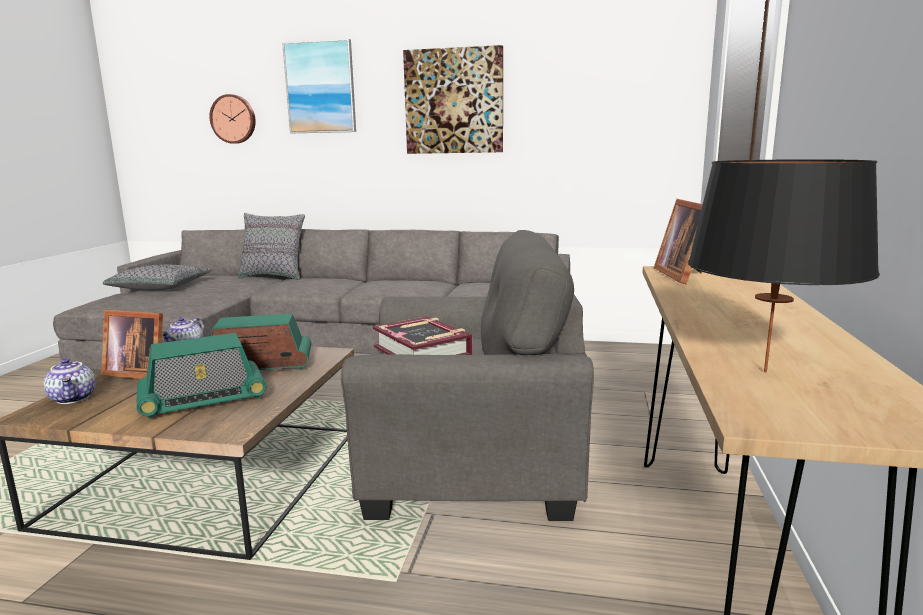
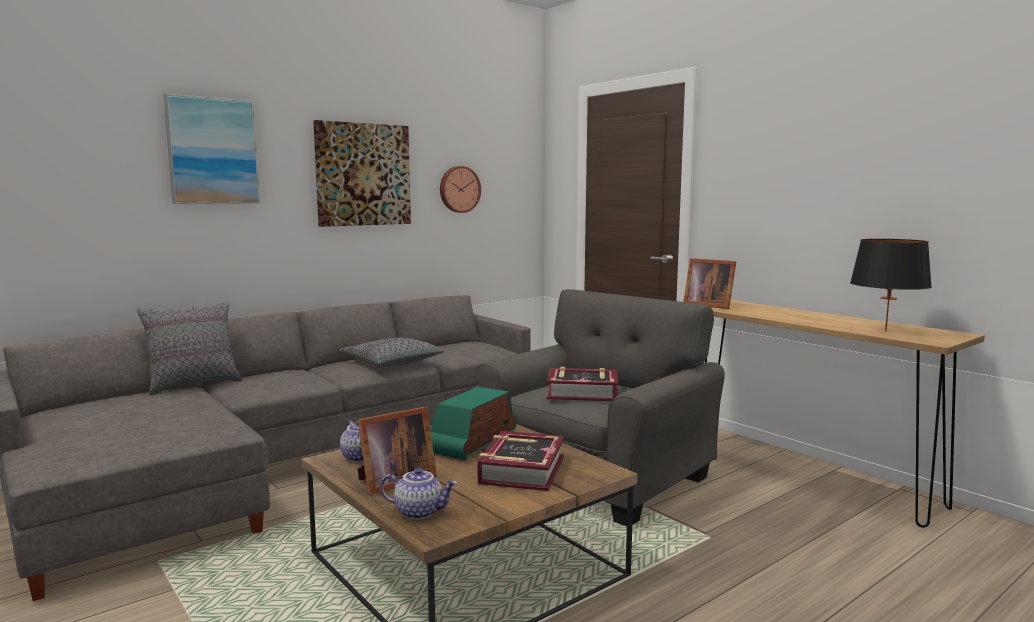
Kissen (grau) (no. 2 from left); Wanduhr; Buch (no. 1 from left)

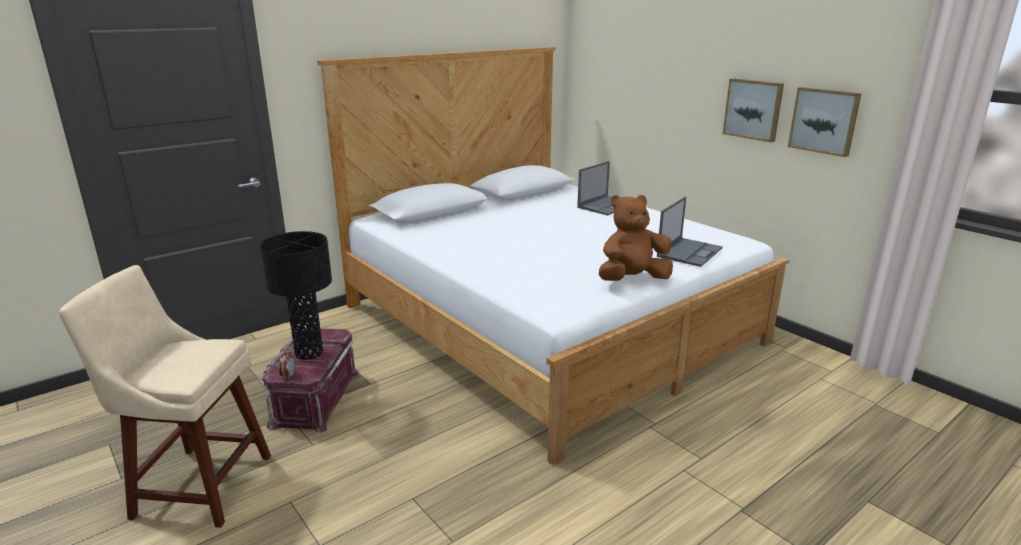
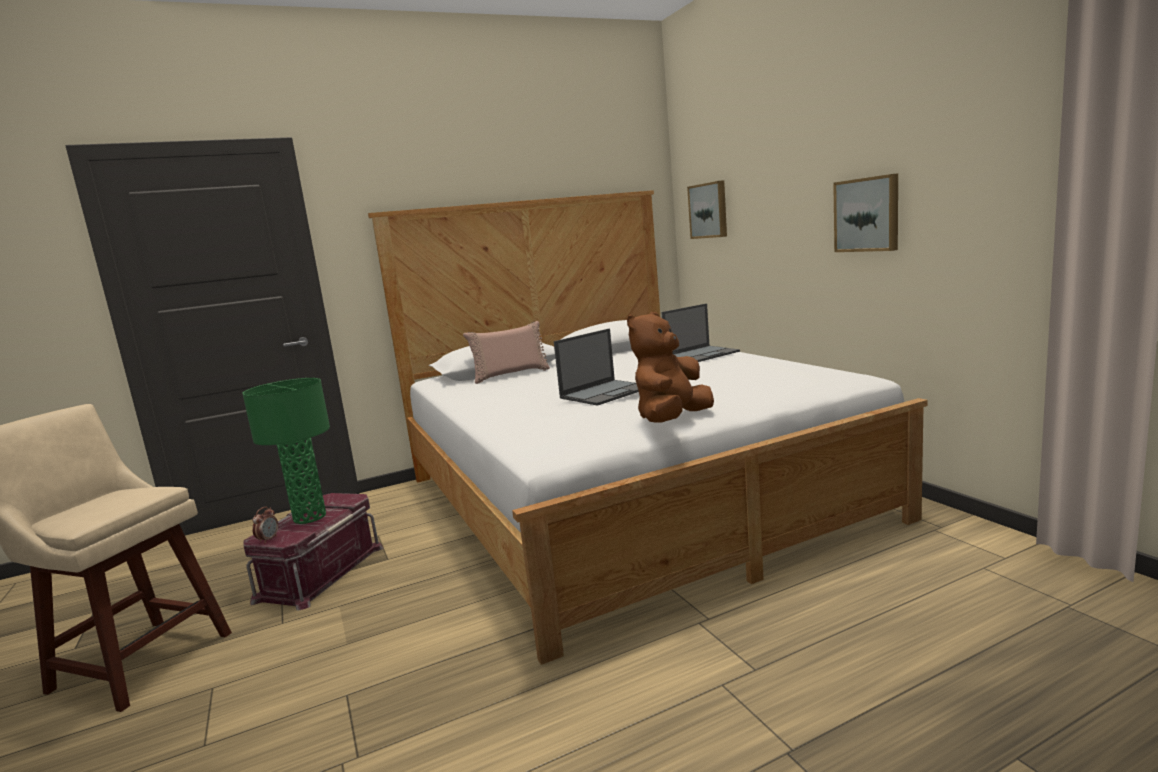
Kissen (beige); Laptop (no. 1 from left); Bild (no. 1 from left); Tischlampe (grün); Plüschtier (braun)

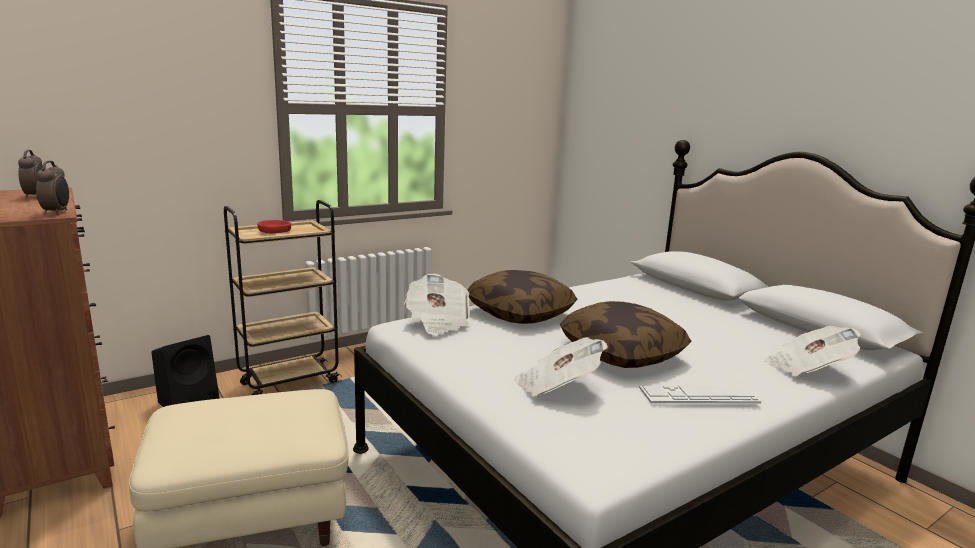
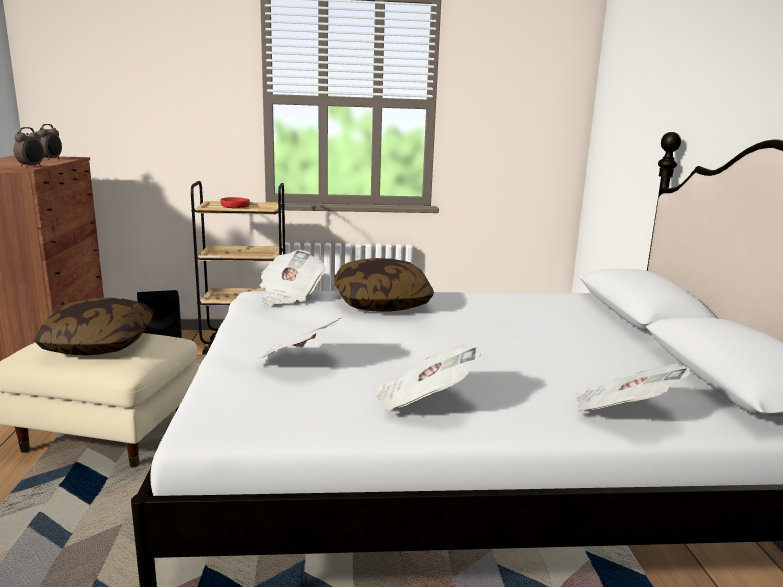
Kissen (no. 1 from left); Zeitung (no. 3 from left)

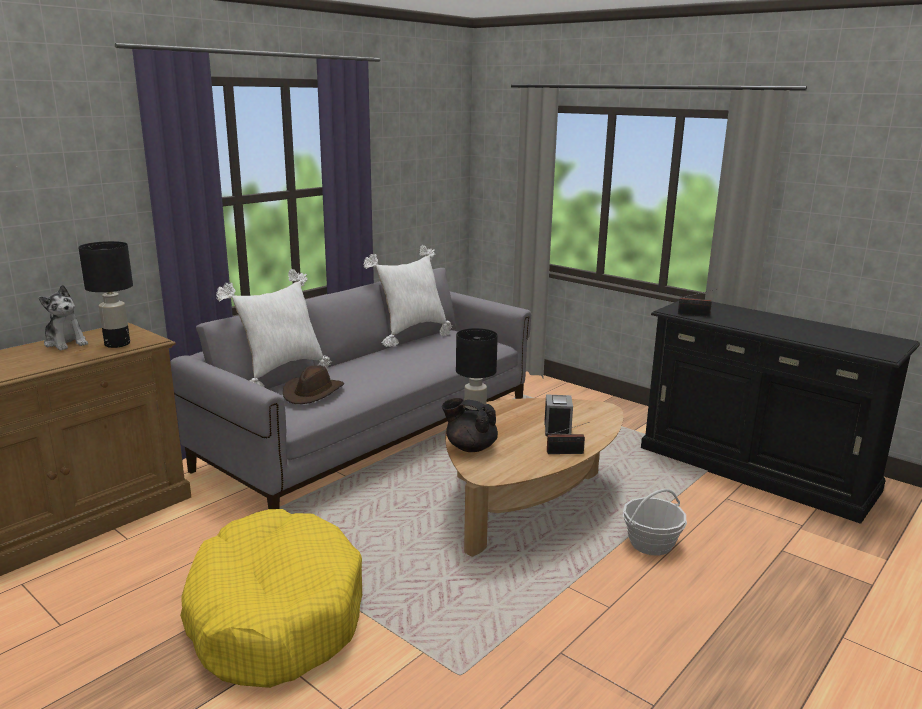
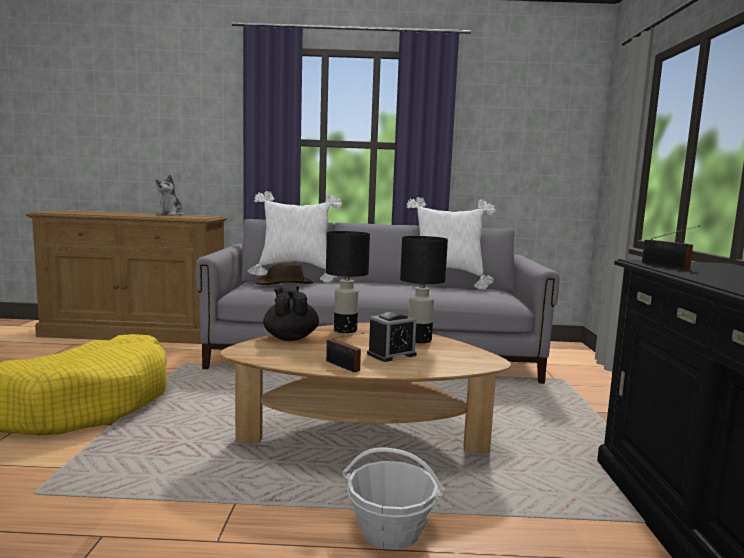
Tischlampe (schwarz) (no. 2 from left)

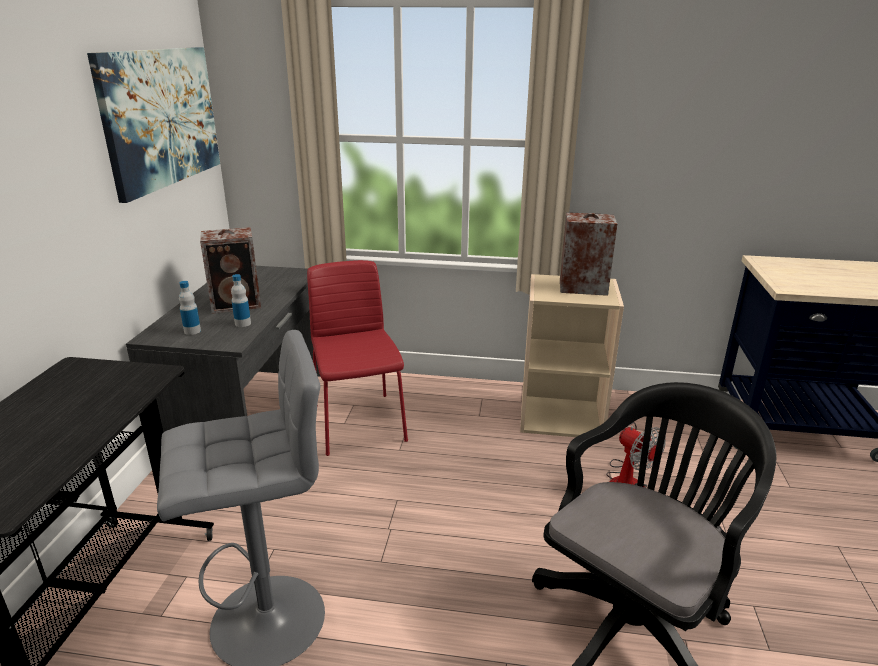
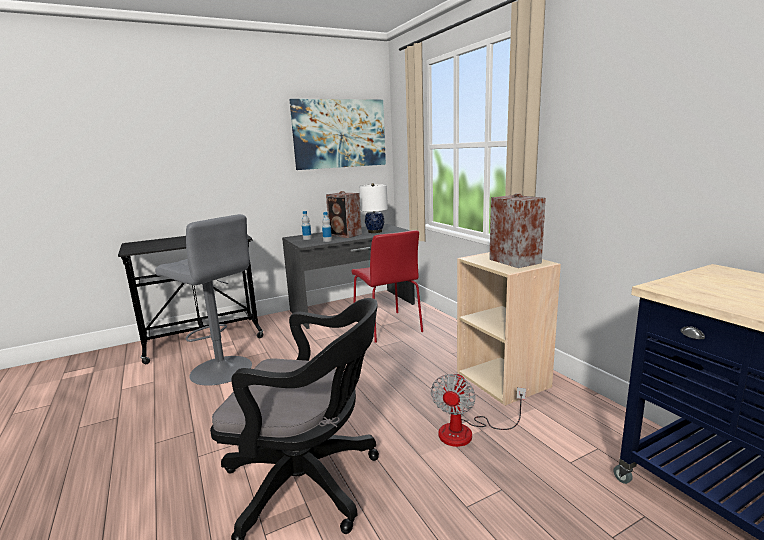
Tischlampe (weiß); Stuhl (rot)

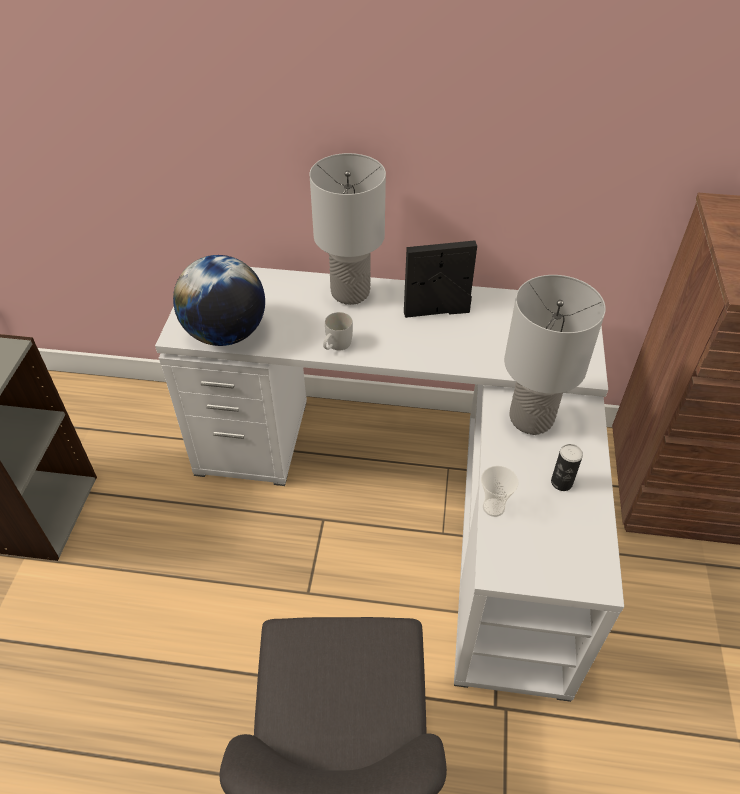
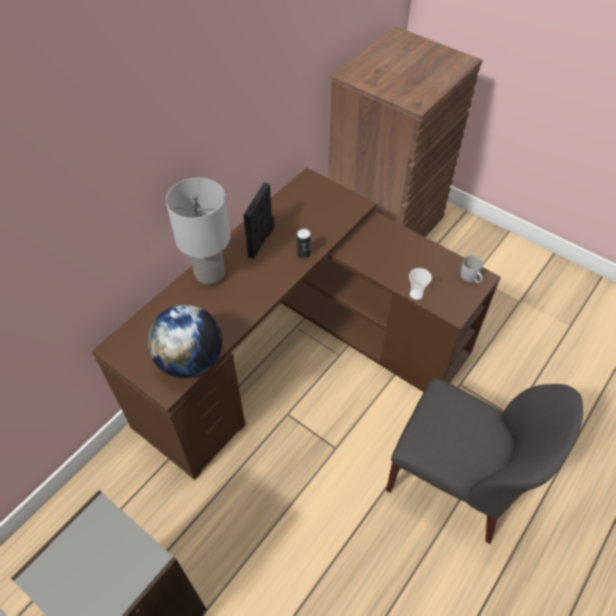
Tischlampe (grau) (no. 2 from left in the first image); Henkelbecher (weiß); Dose; Schreibtisch (braun)

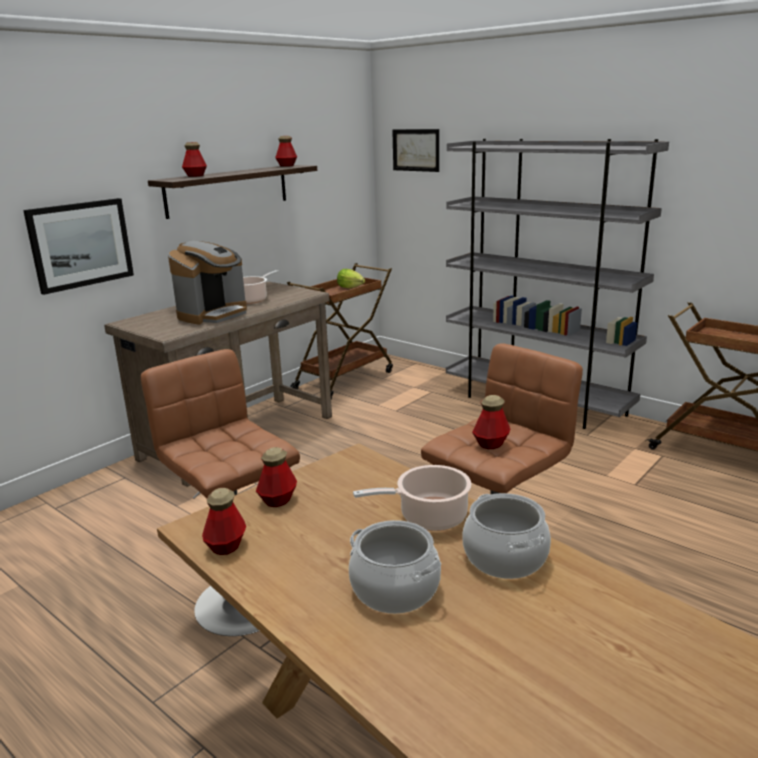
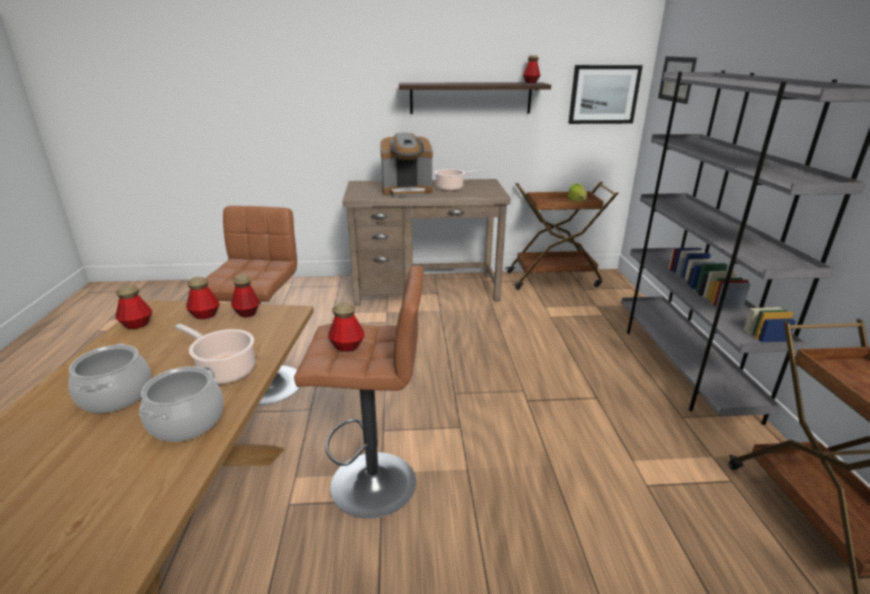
Bild (no. 1 from left); Flasche (no. 3 from left)

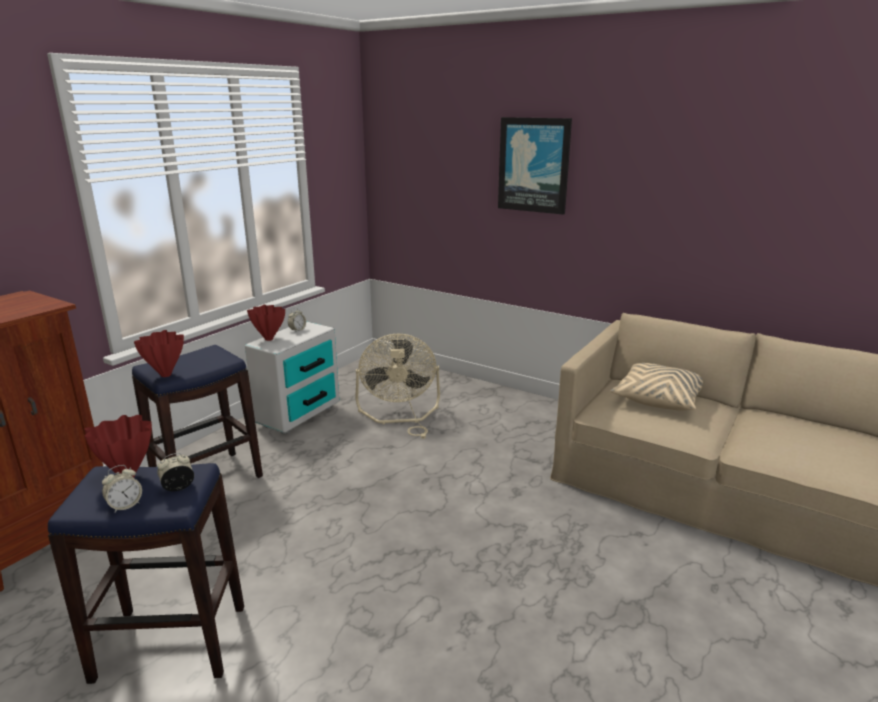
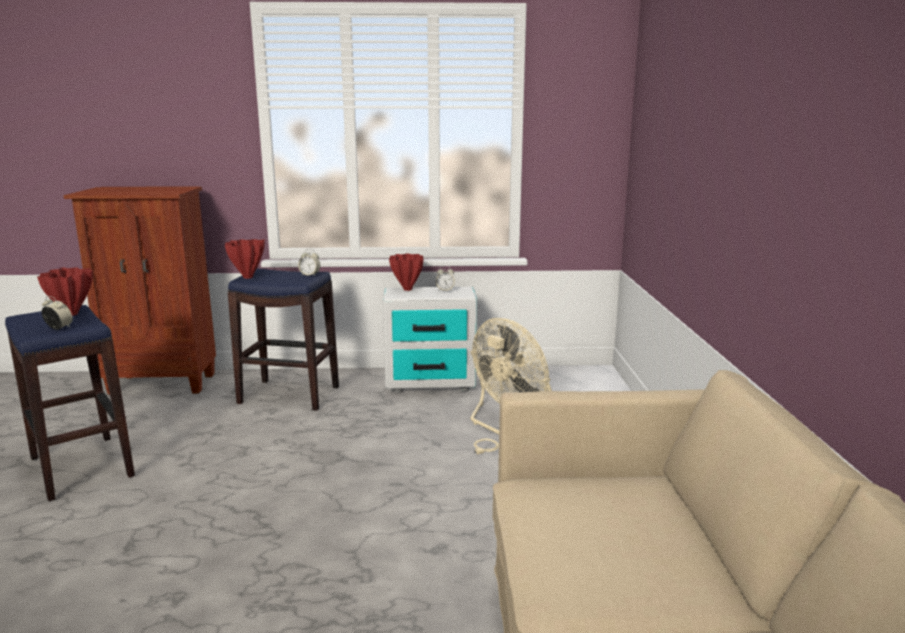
Bild; Kissen (beige); Wecker (no. 2 from left)

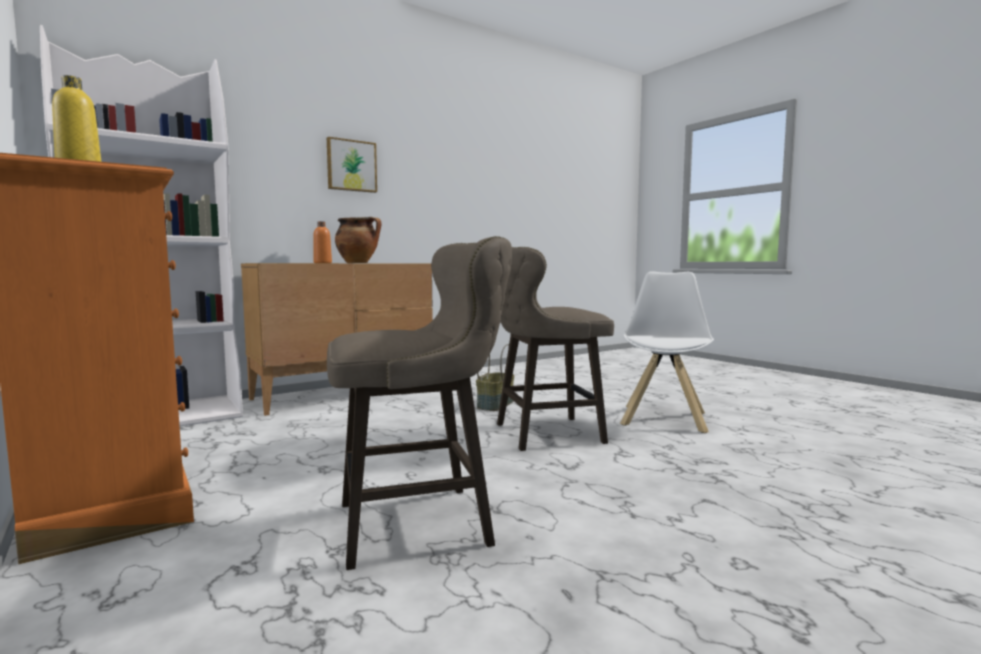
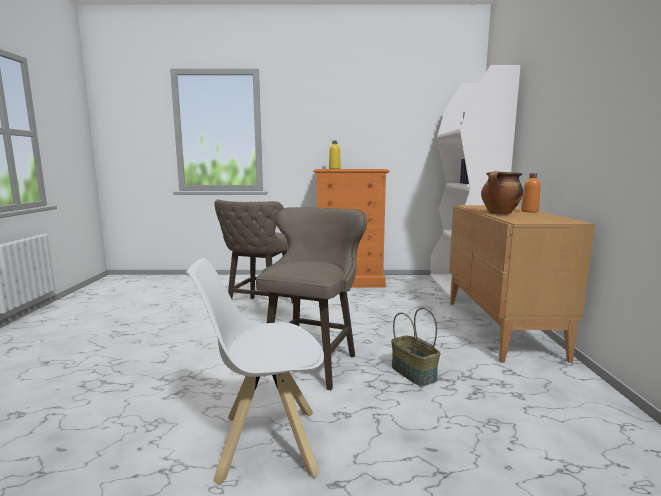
Bild; Stuhl (weiß)

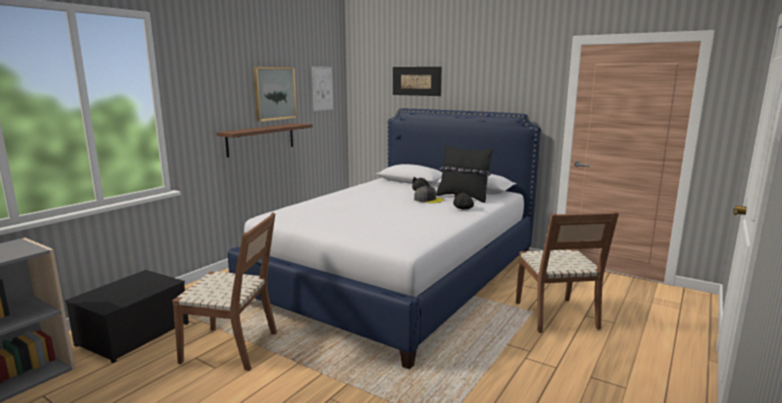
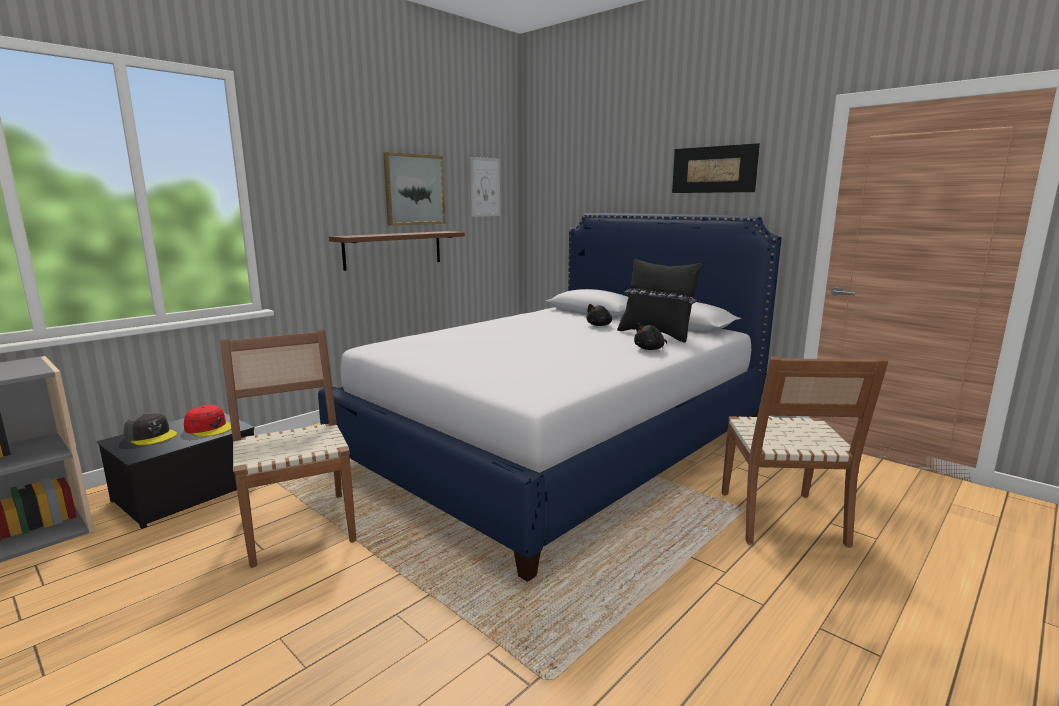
Kappe (rot); Bild (no. 3 from left); Kappe (grau); Stuhl (no. 1 from left)

